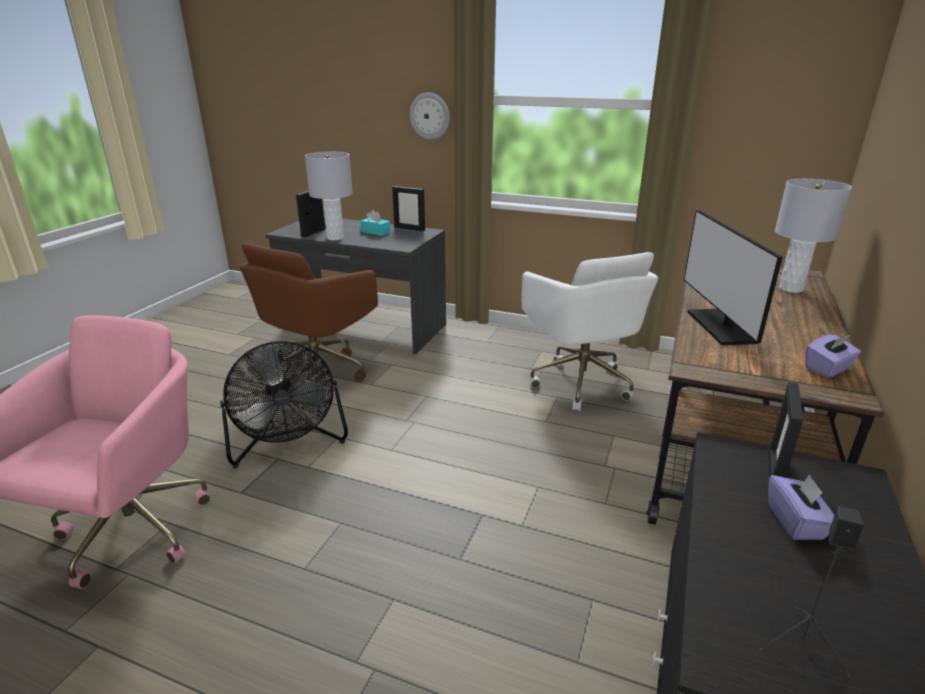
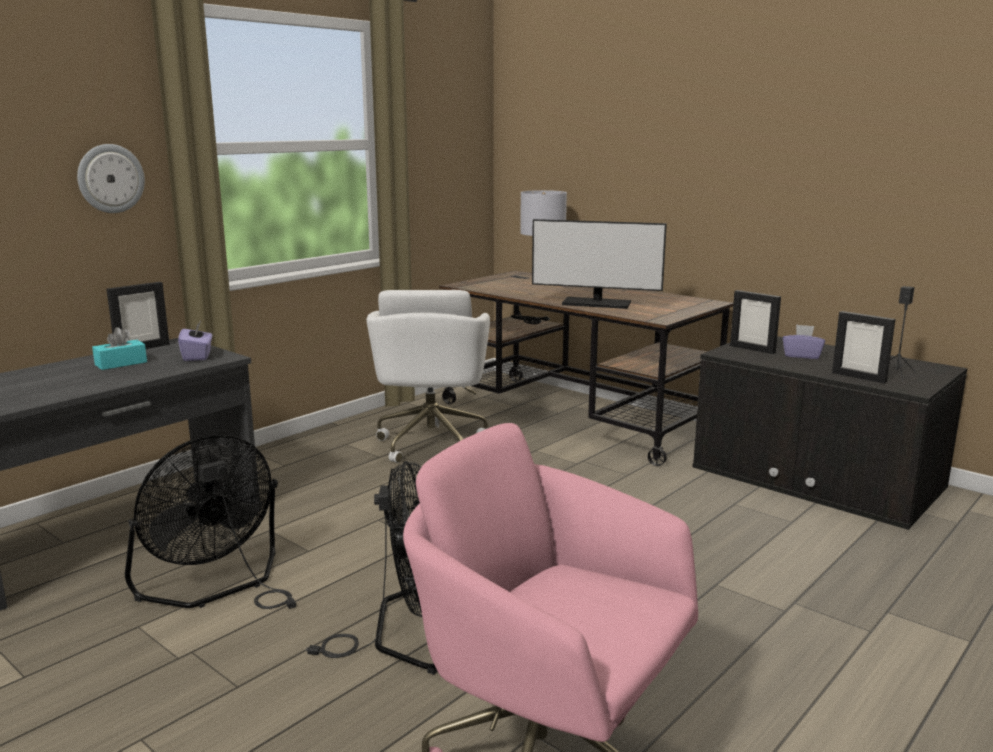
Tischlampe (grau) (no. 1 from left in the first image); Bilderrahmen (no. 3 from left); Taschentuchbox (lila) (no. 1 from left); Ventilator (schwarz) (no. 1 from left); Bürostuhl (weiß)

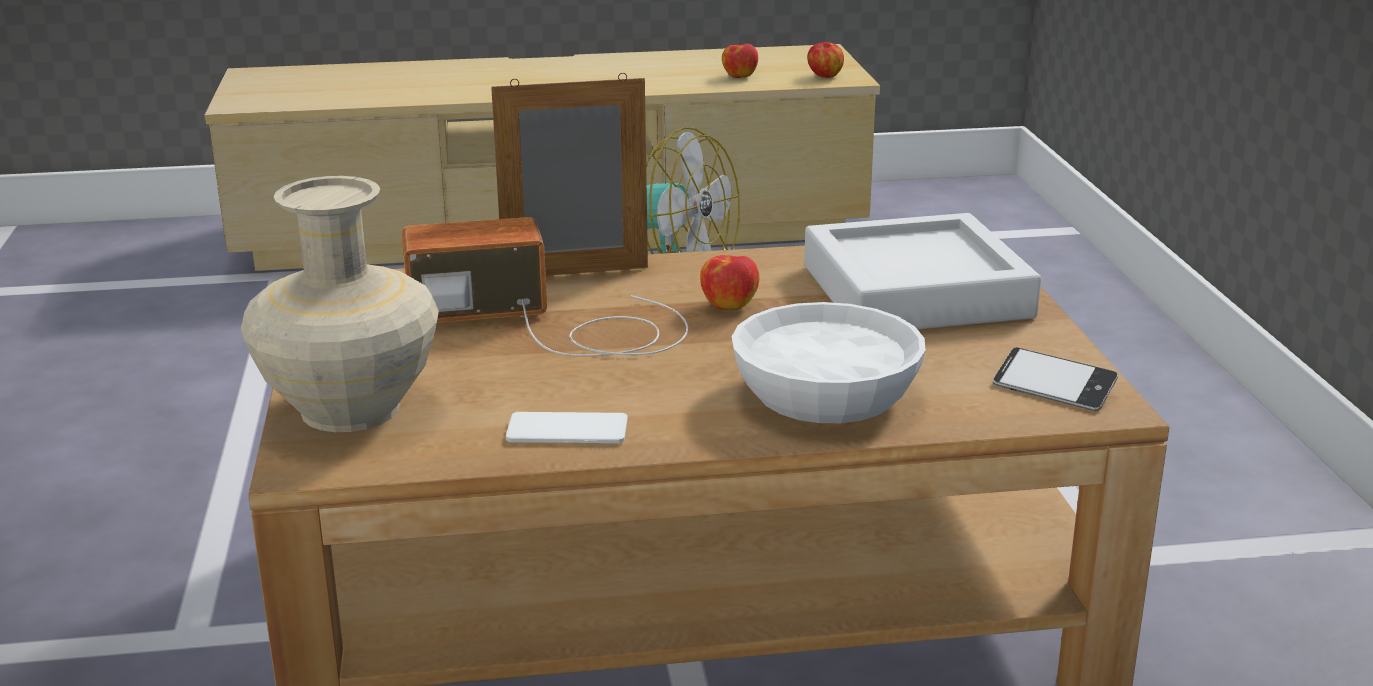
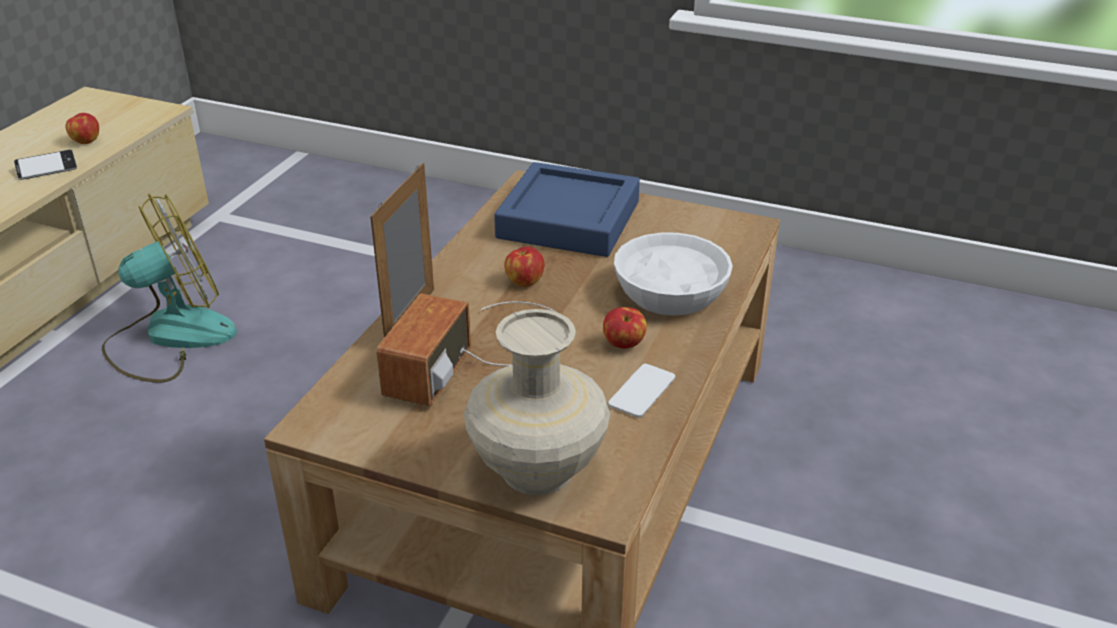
Apfel (no. 3 from left); Handy (no. 1 from left); Tablett (blau)

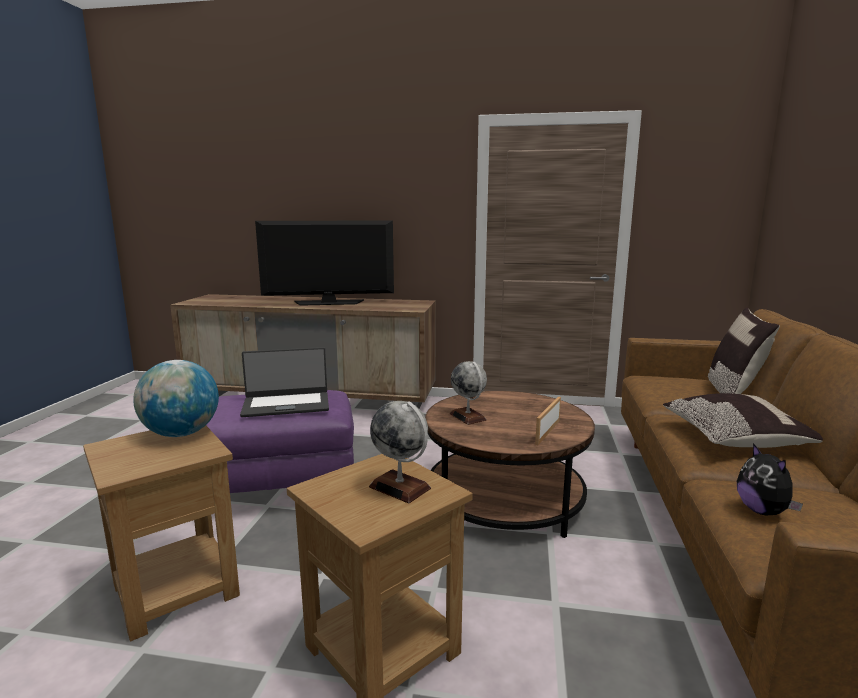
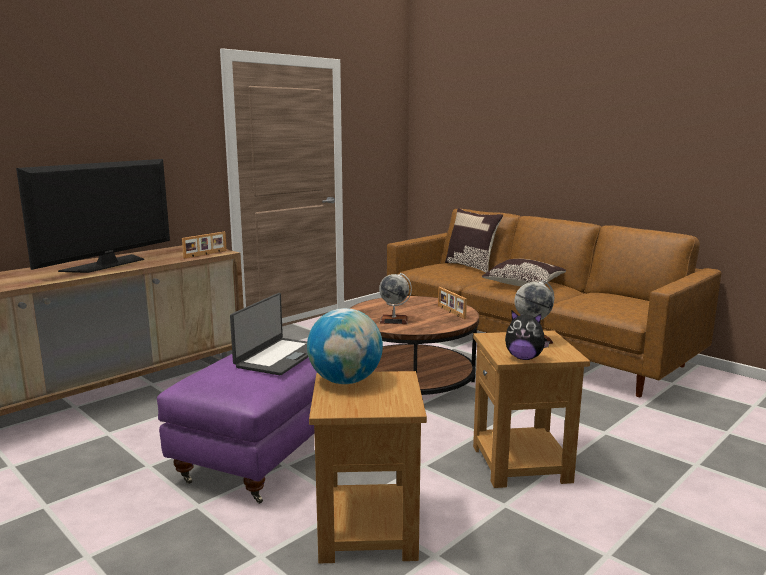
Bilderrahmen (no. 1 from left); Plüschtier

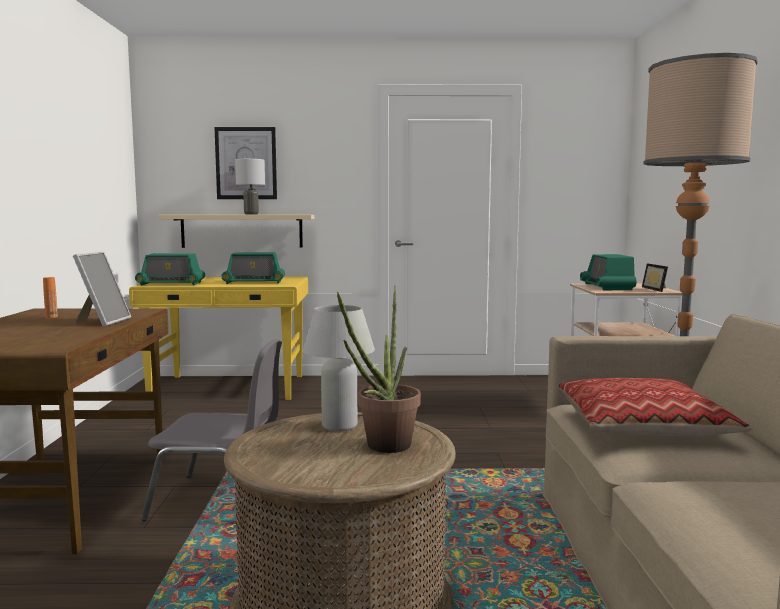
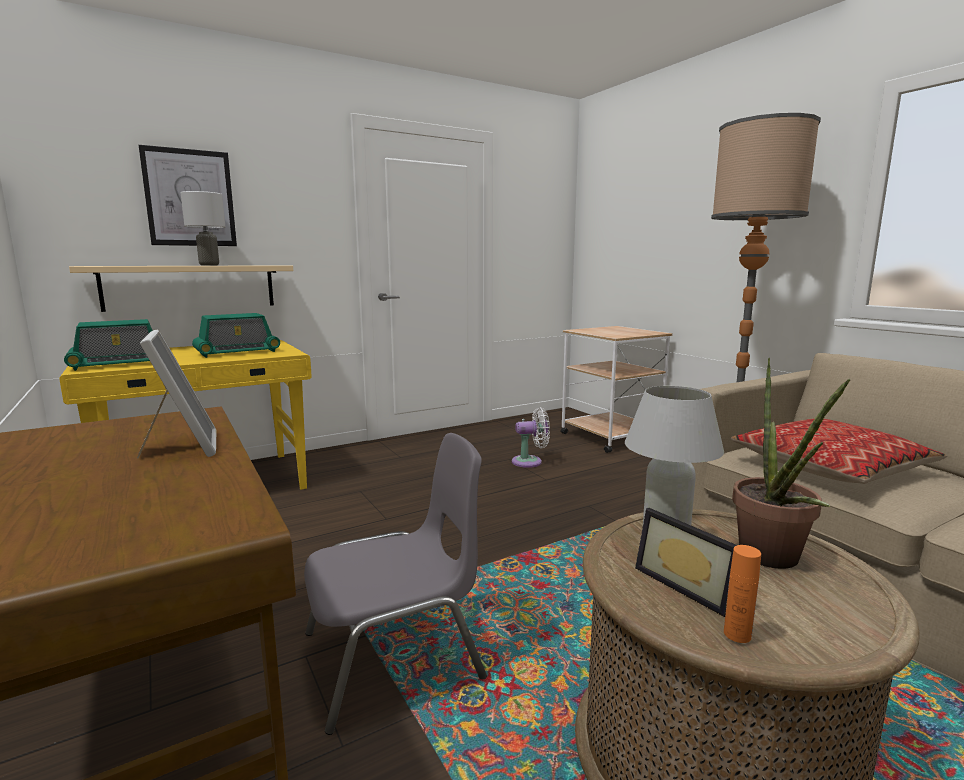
Radio (no. 3 from left in the first image); Ventilator (weiß); Flasche (orange); Bilderrahmen (no. 2 from left)

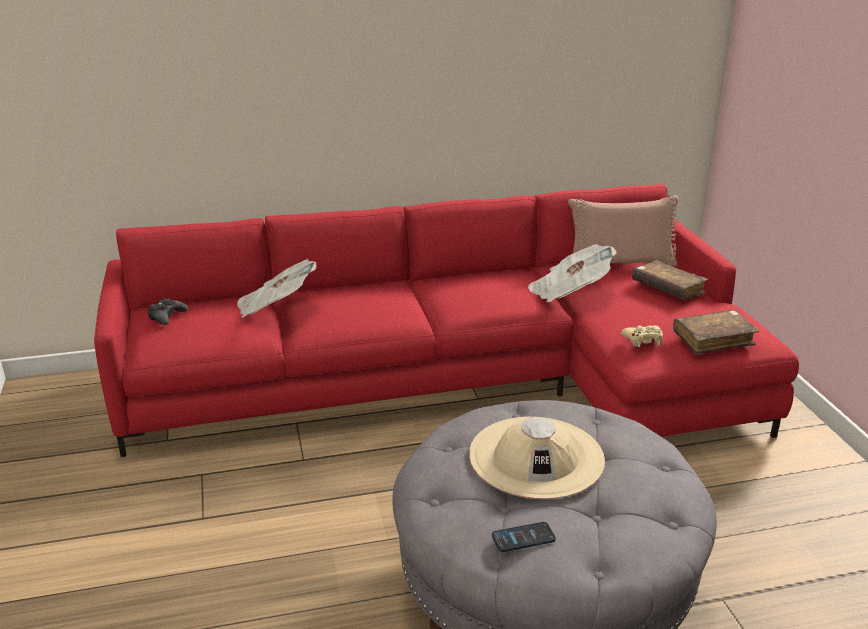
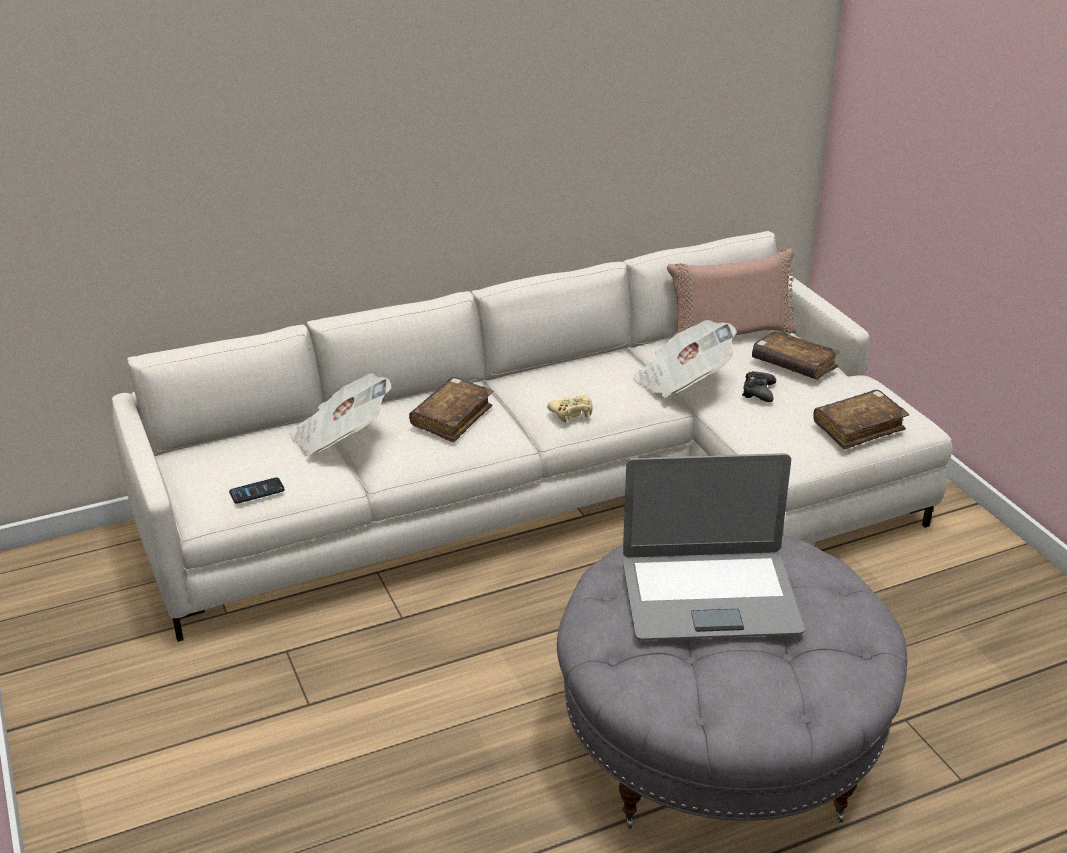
Buch (braun) (no. 1 from left); Gamepad (schwarz); Handy; Gamepad (beige); Laptop; Sofa (weiß)

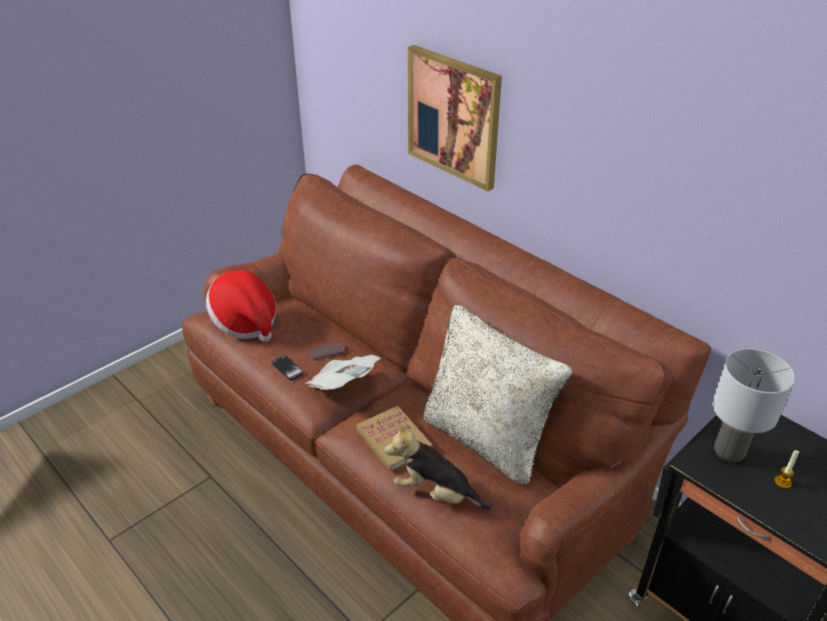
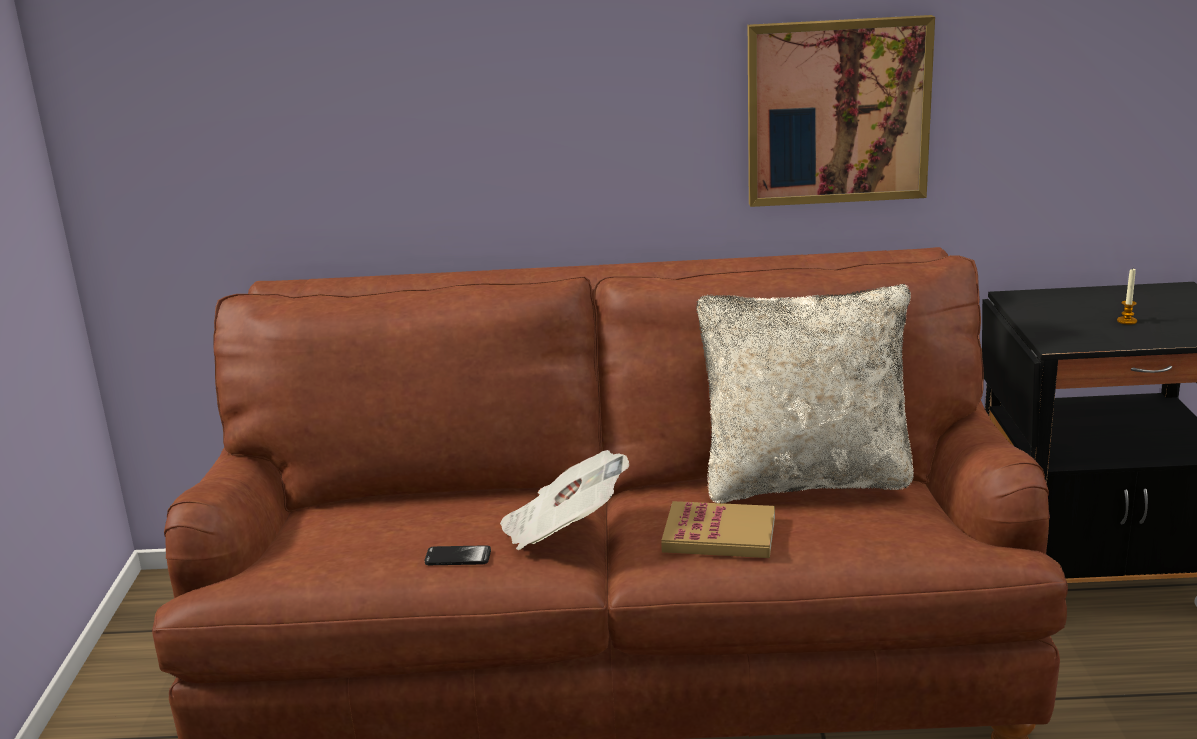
Hut; Handy (no. 2 from left in the first image); Plüschtier; Tischlampe (weiß); Bild

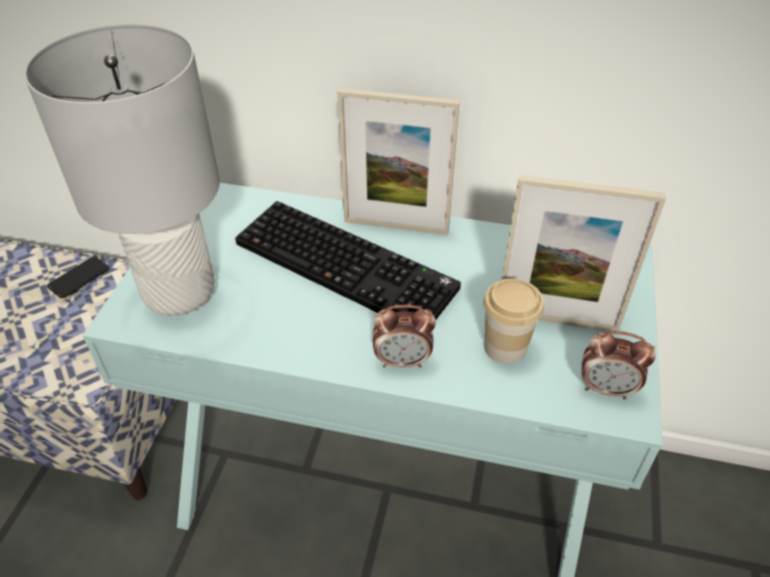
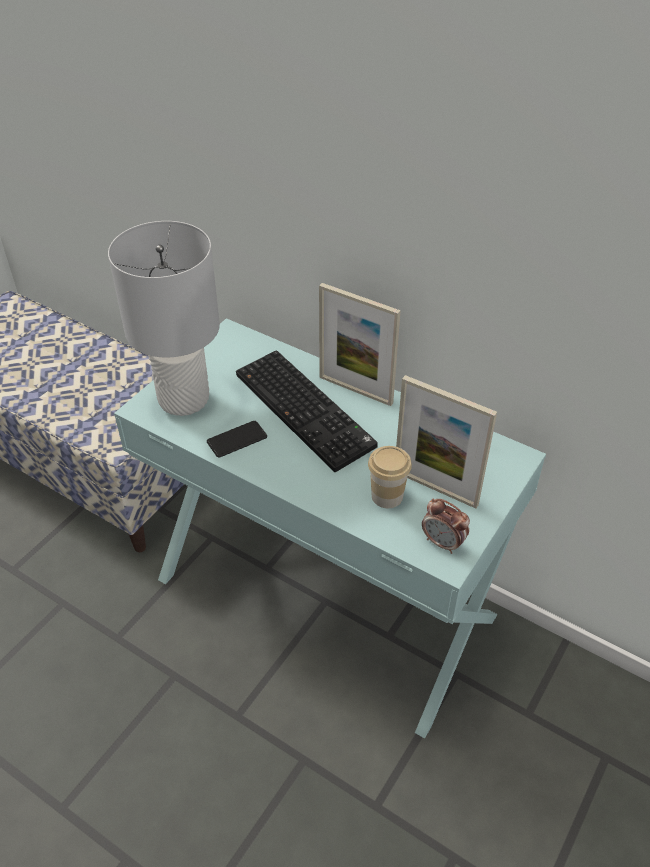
Wecker (no. 1 from left in the first image); Handy

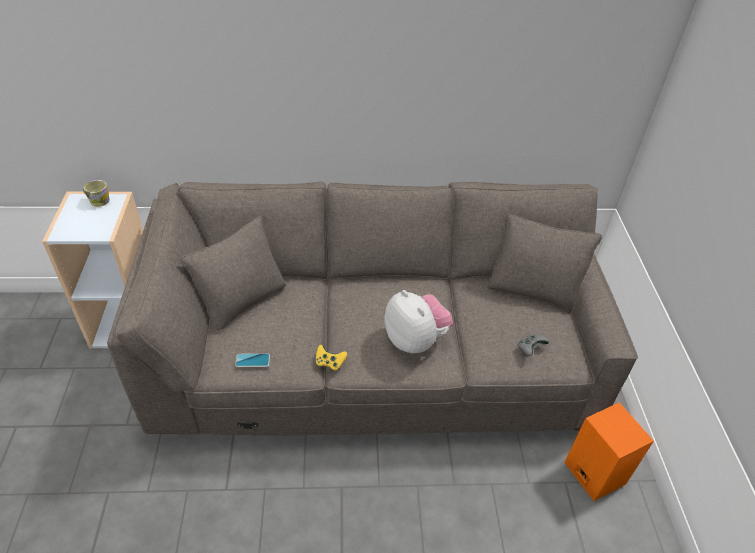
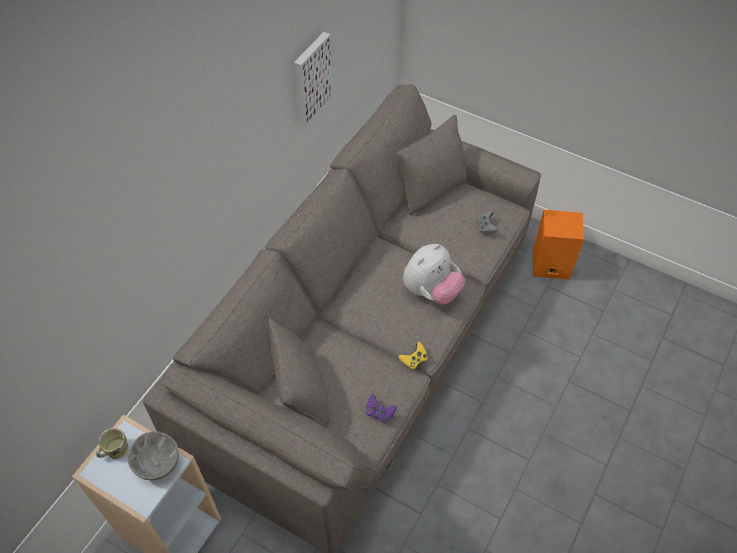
Schüssel (grau); Bild; Gamepad (lila); Plüschtier

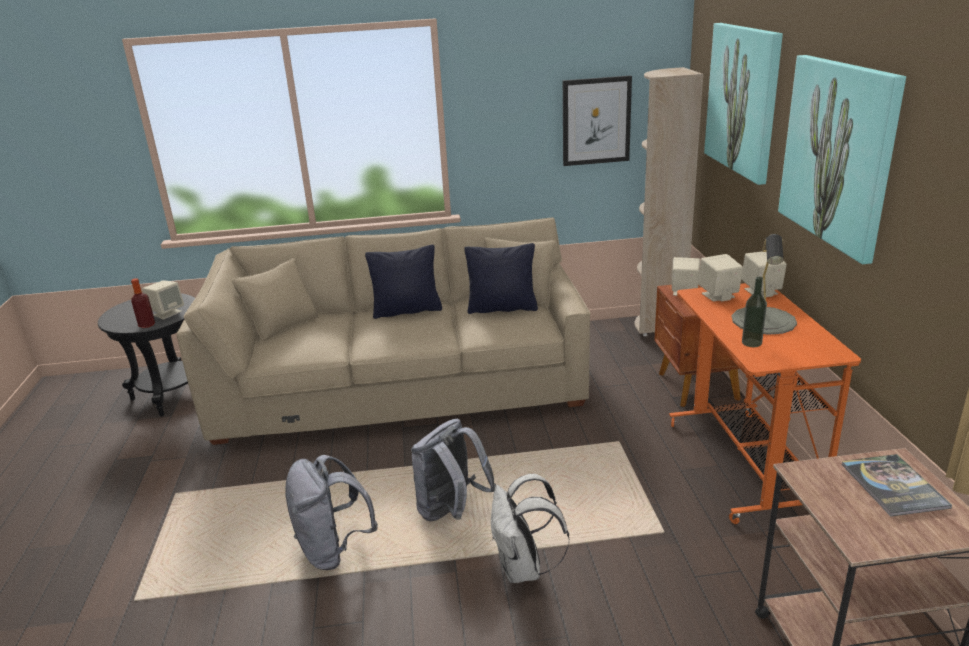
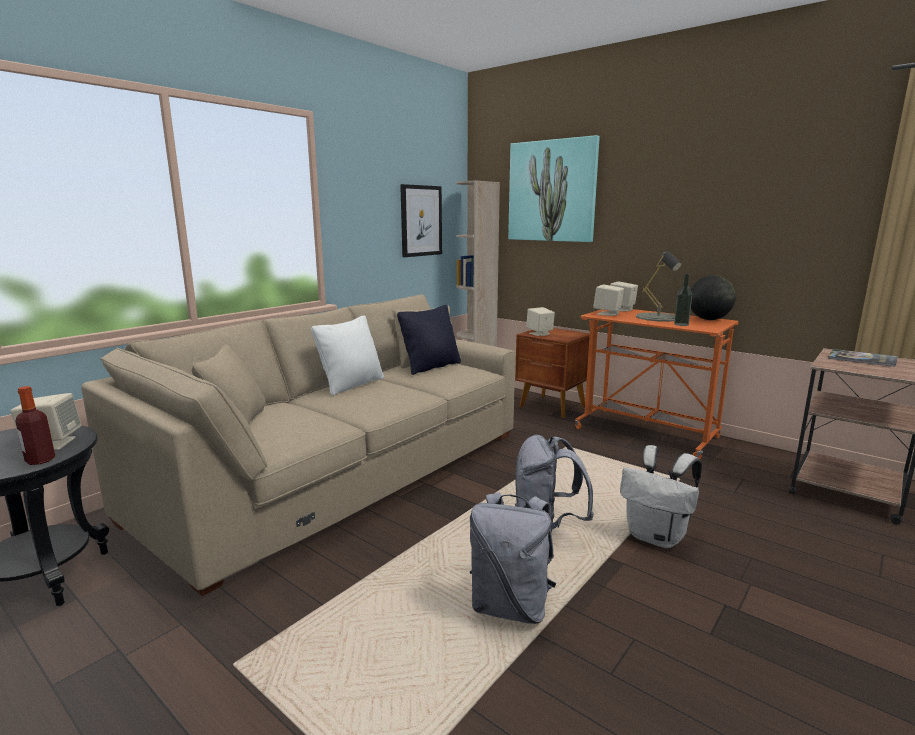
Bild (no. 3 from left in the first image); Globus; Kissen (weiß)

